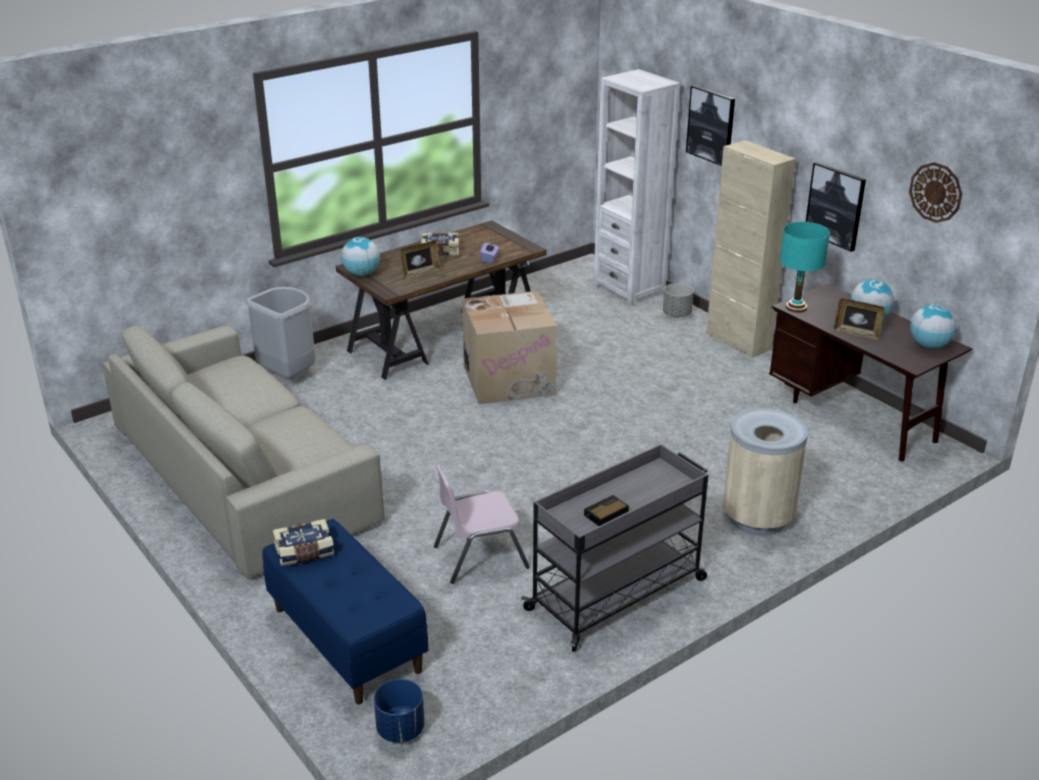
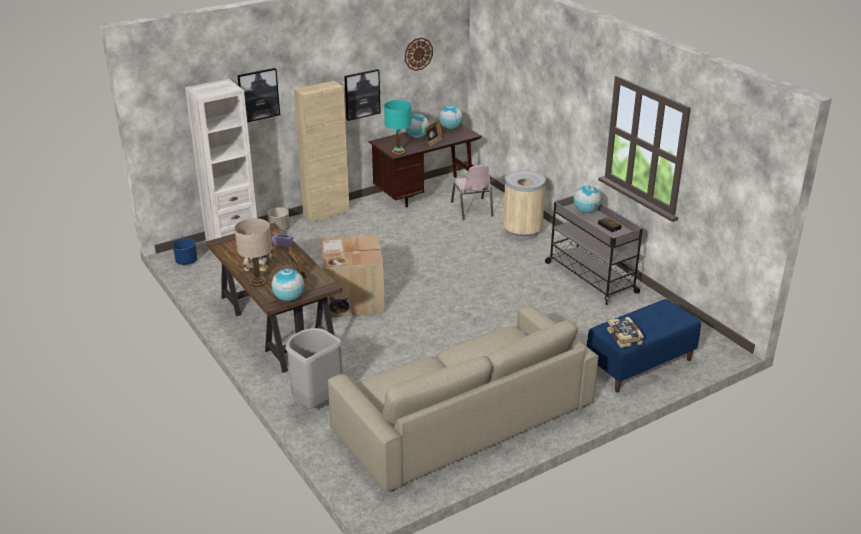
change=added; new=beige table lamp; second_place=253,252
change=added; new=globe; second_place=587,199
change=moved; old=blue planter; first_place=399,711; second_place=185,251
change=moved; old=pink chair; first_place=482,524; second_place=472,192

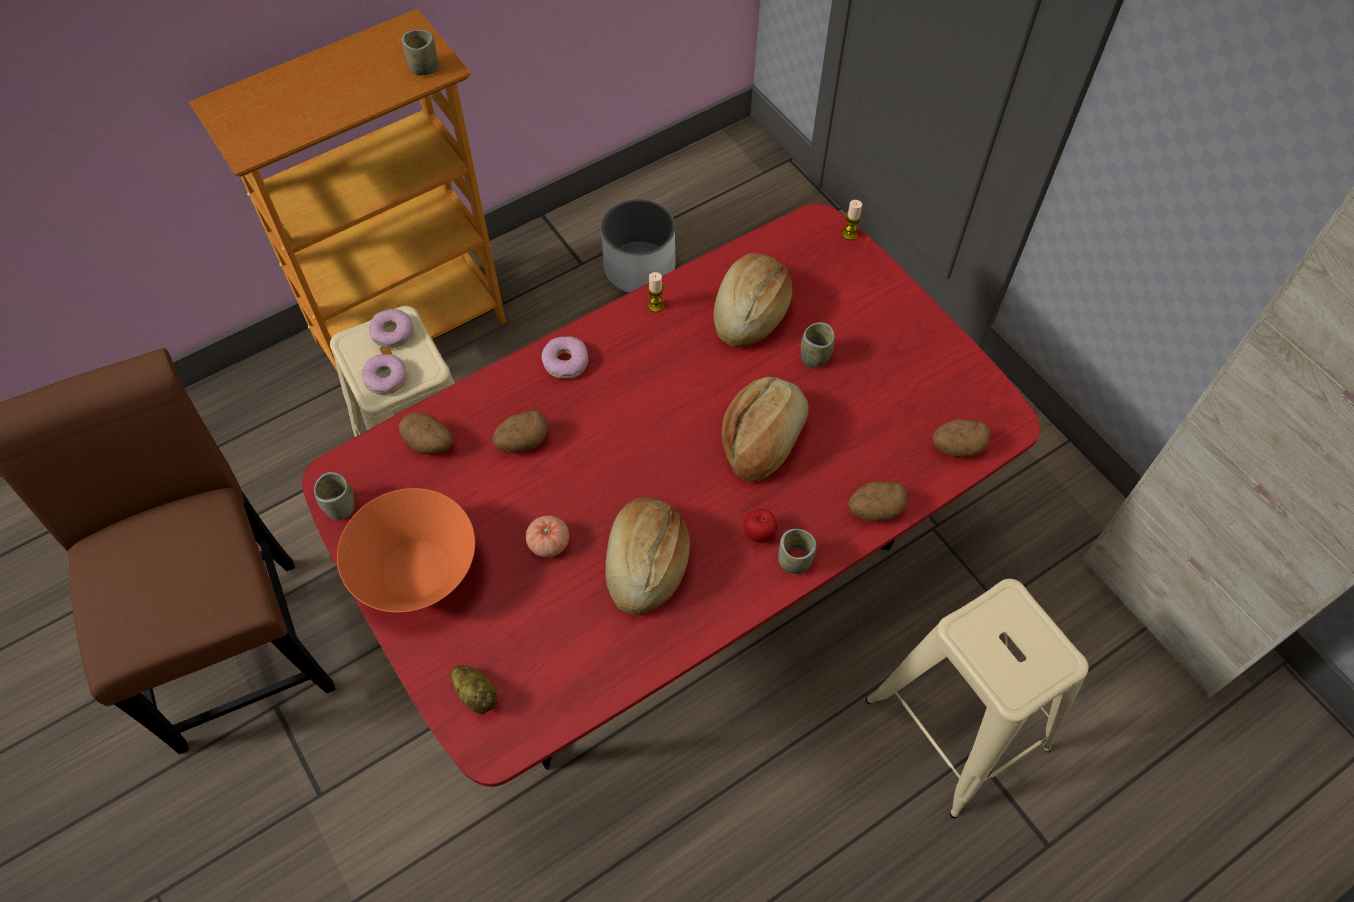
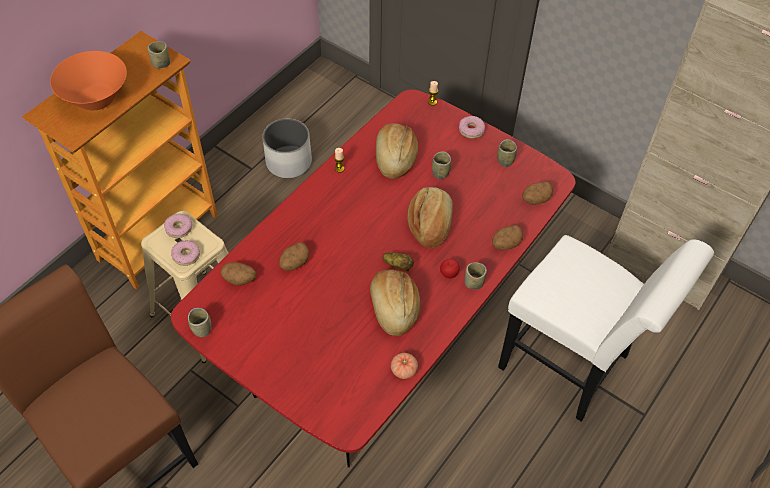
change=added; new=cup; second_place=507,153
change=moved; old=orange bowl; first_place=406,550; second_place=88,80
change=moved; old=potato; first_place=473,690; second_place=398,261
change=moved; old=tomato; first_place=547,536; second_place=404,366
change=moved; old=donut; first_place=564,357; second_place=472,127
change=replaced; old=beige stool; new=white chair; first_place=977,699; second_place=606,328

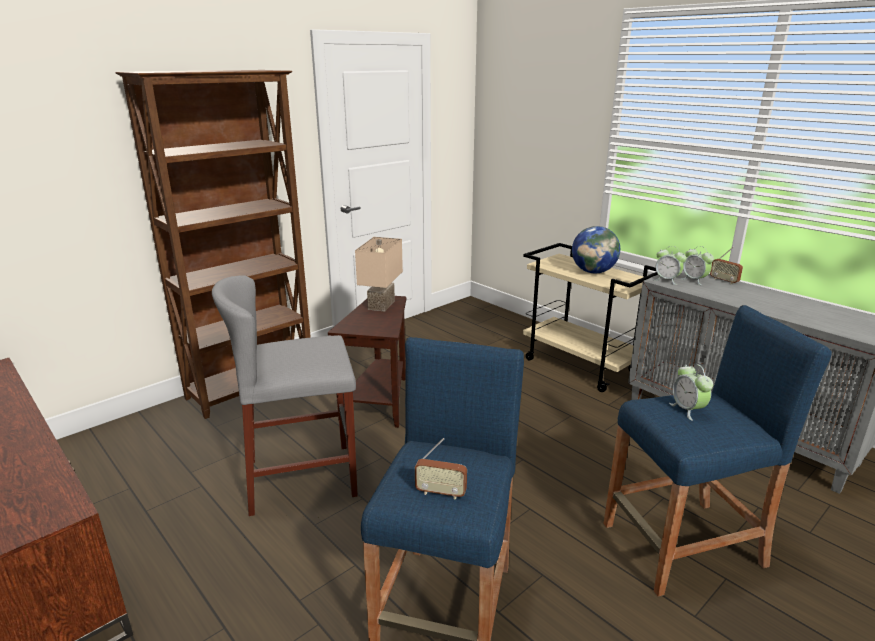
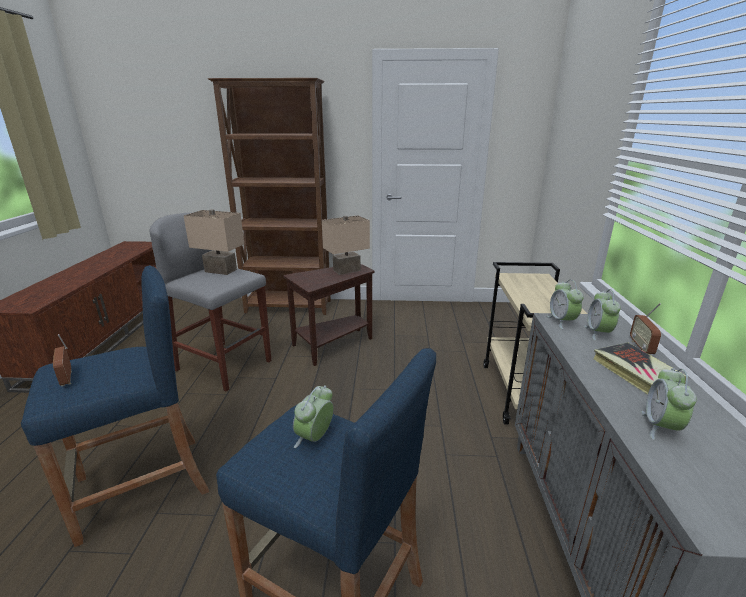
change=removed; old=globe; first_place=596,249
change=added; new=beige table lamp; second_place=214,242
change=added; new=book; second_place=640,368
change=added; new=alarm clock; second_place=669,404

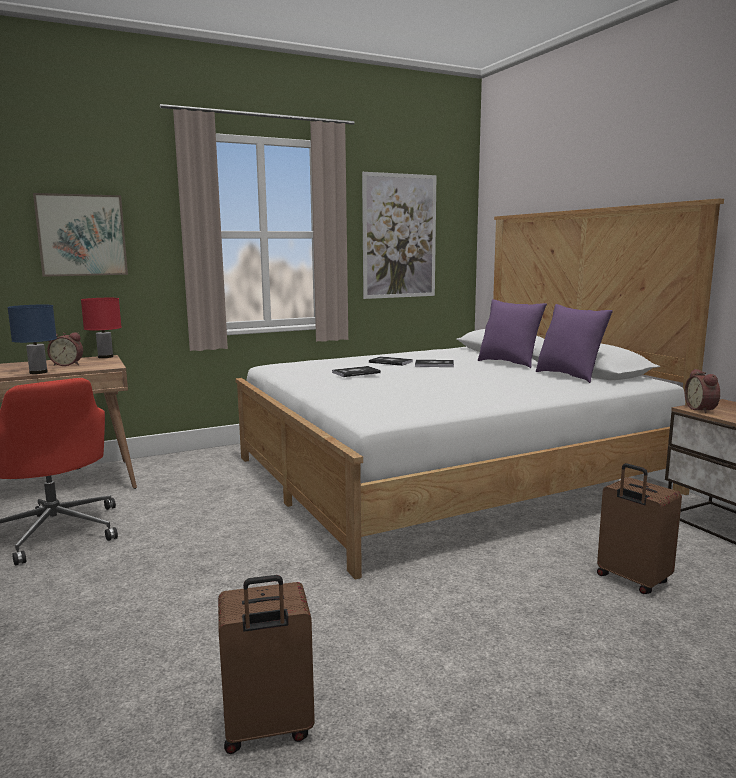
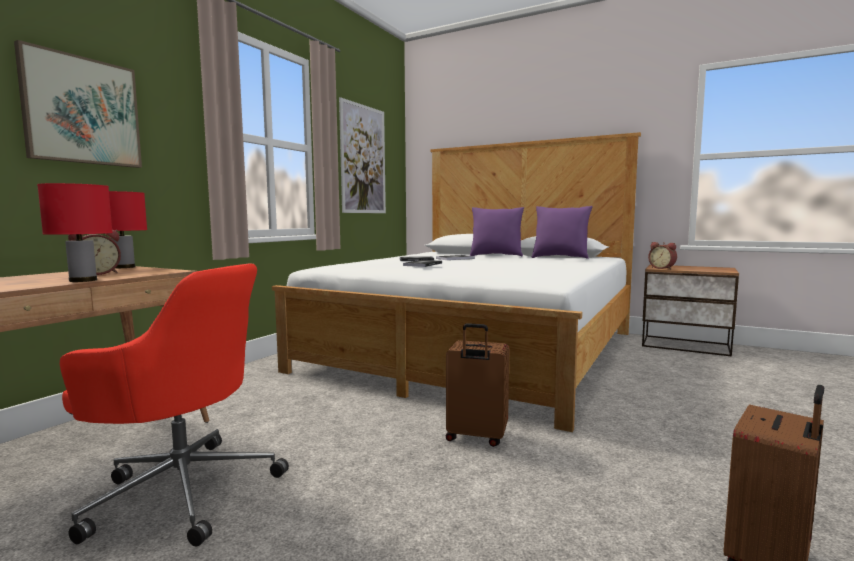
change=moved; old=brown suitcase; first_place=639,528; second_place=477,385
change=recoloured; old=blue table lamp; new=red table lamp; first_place=32,339; second_place=75,232

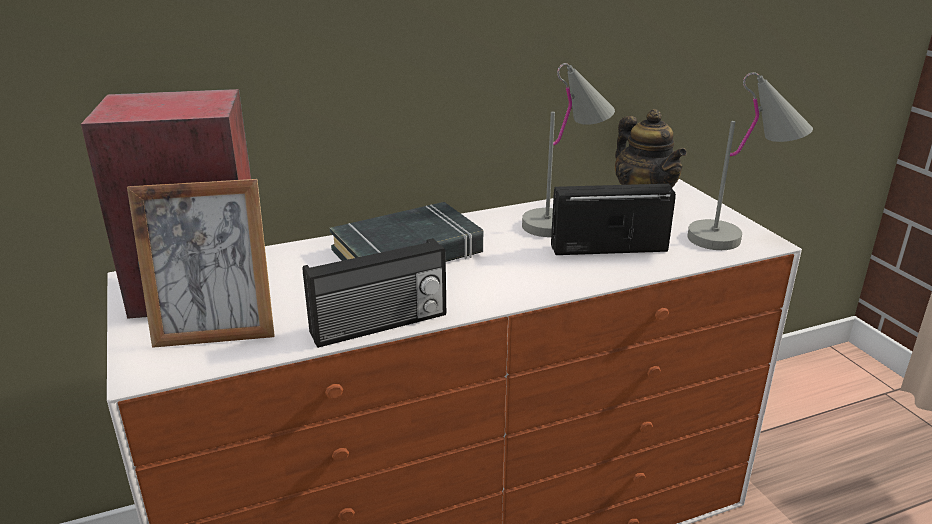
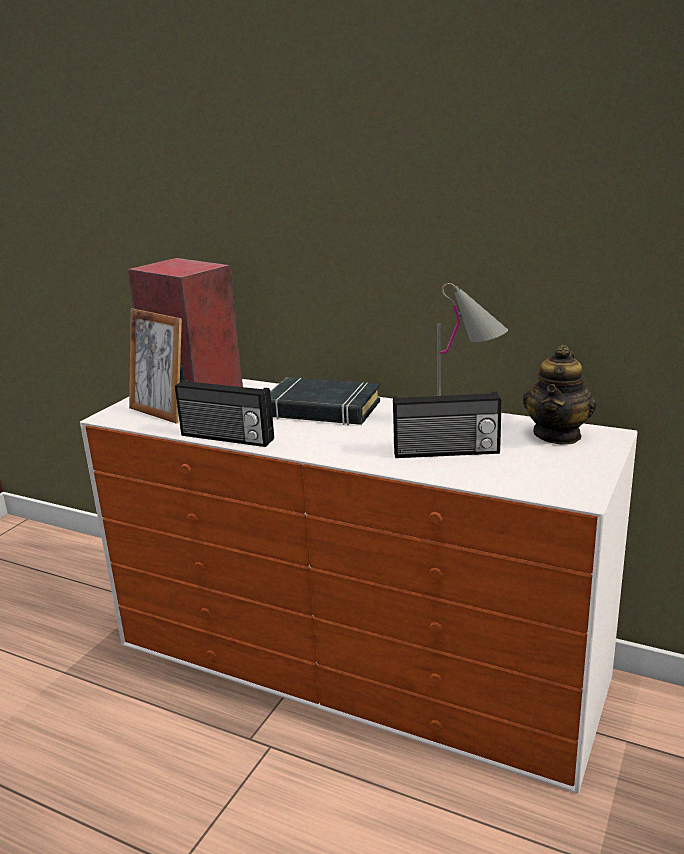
change=removed; old=grey table lamp; first_place=750,161
change=turned; old=radio; first_place=613,219; second_place=447,425; degrees=135

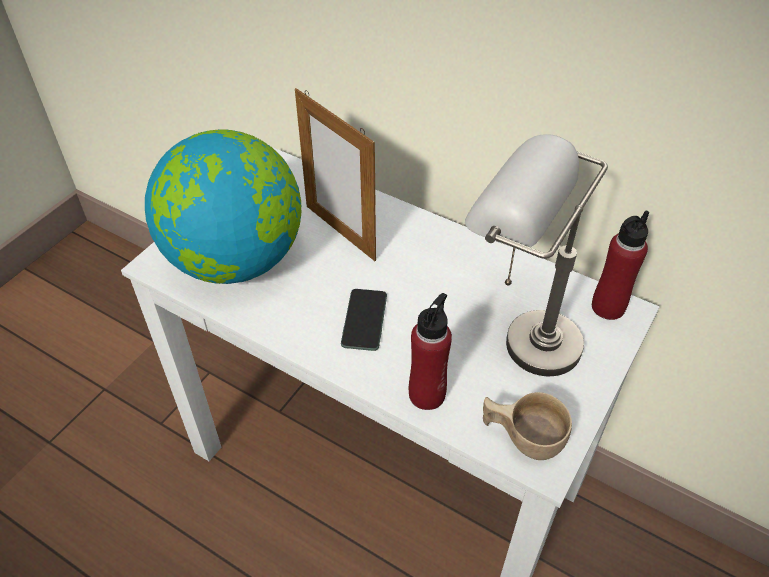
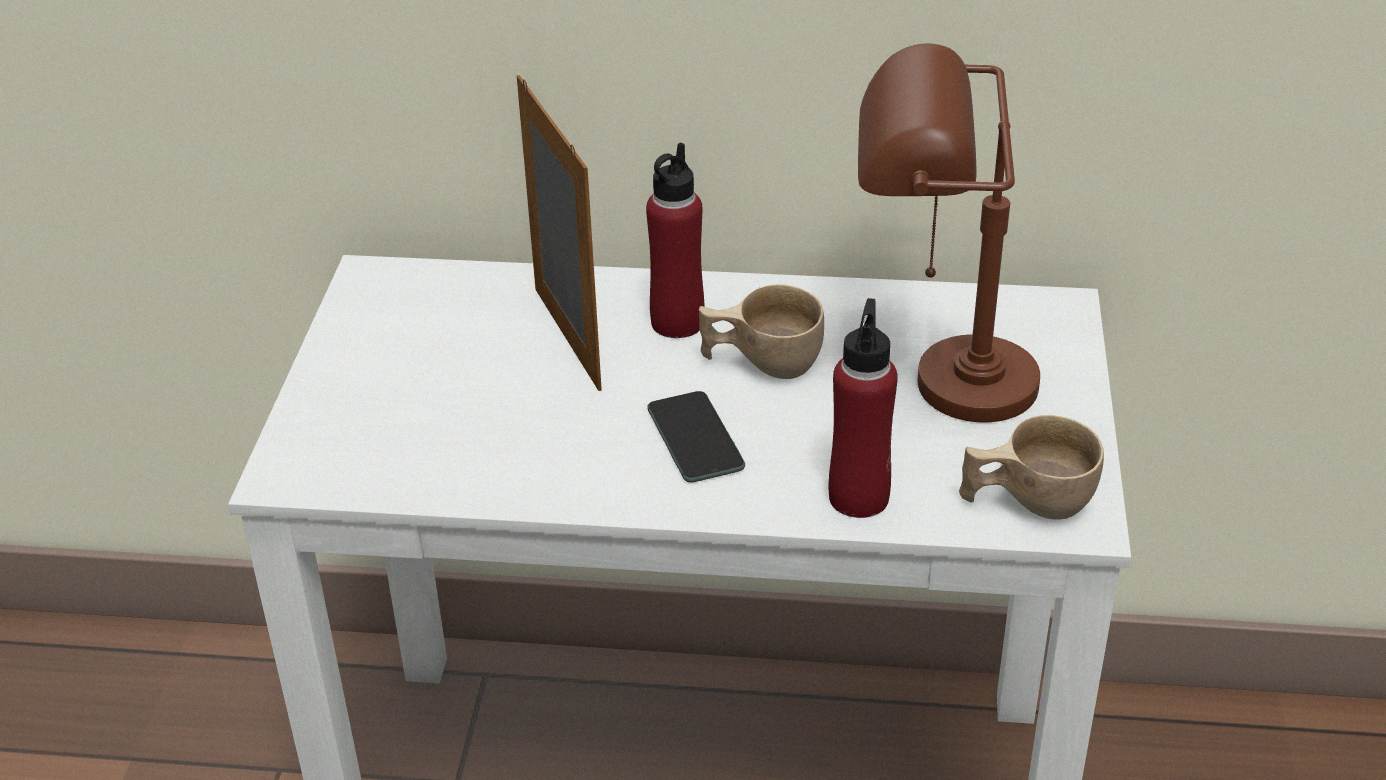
change=removed; old=globe; first_place=223,207
change=added; new=beige cup; second_place=761,331
change=moved; old=red bottle; first_place=620,265; second_place=675,240
change=recoloured; old=grey table lamp; new=brown table lamp; first_place=536,255; second_place=949,232
change=turned; old=picture frame; first_place=335,174; second_place=559,233; degrees=-135

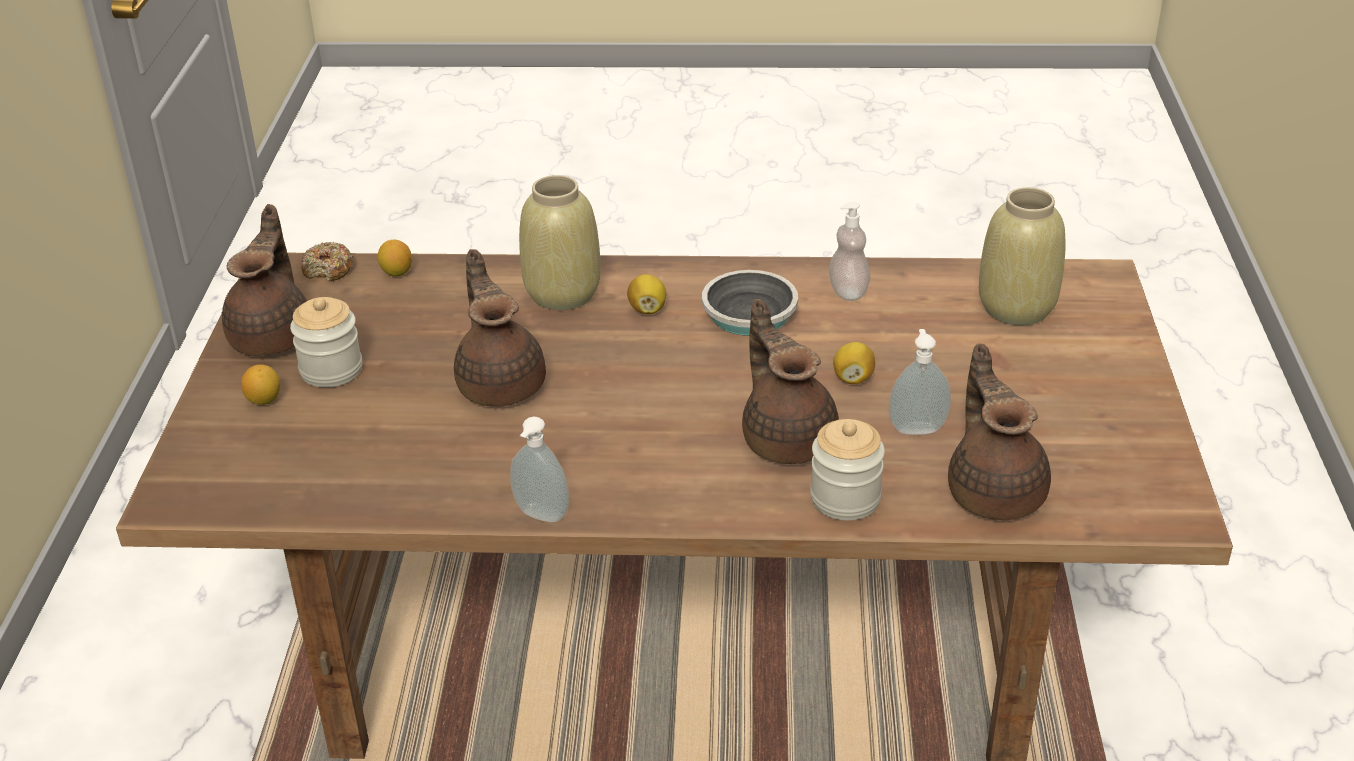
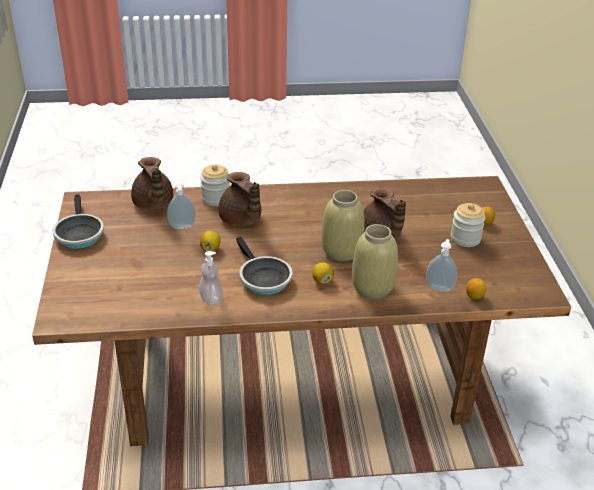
change=removed; old=brown teapot; first_place=264,280
change=removed; old=donut; first_place=327,262
change=added; new=frying pan; second_place=78,221
change=moved; old=soap dispenser; first_place=539,470; second_place=441,265
change=moved; old=beige vase; first_place=1022,256; second_place=343,225

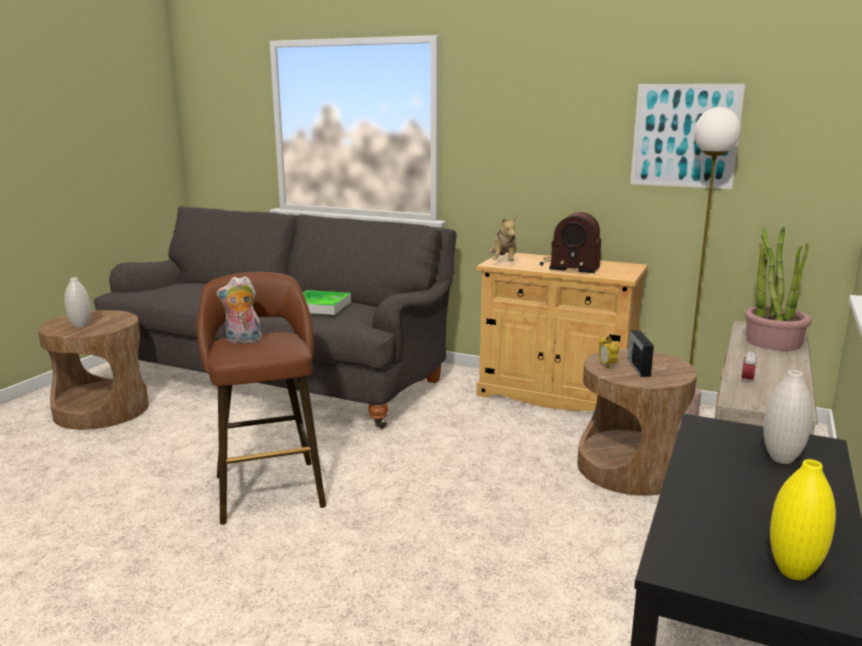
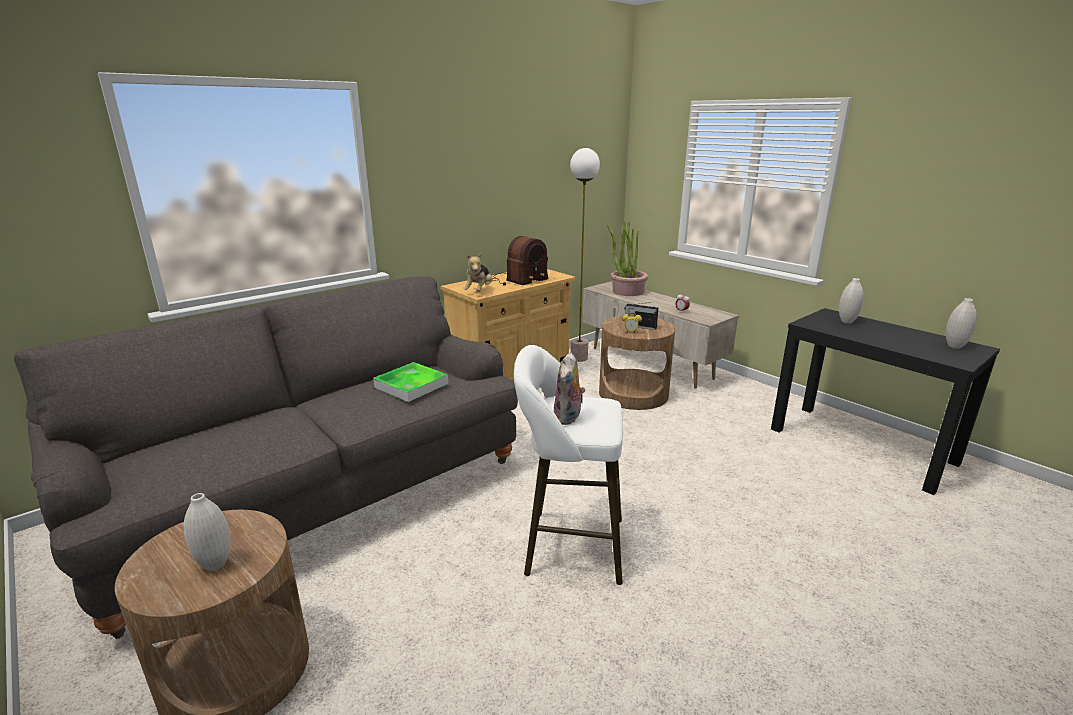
change=removed; old=picture; first_place=687,136
change=recoloured; old=brown stool; new=white stool; first_place=261,398; second_place=568,465
change=recoloured; old=yellow vase; new=white vase; first_place=803,519; second_place=961,323
change=turned; old=plush toy; first_place=502,239; second_place=478,272; degrees=75

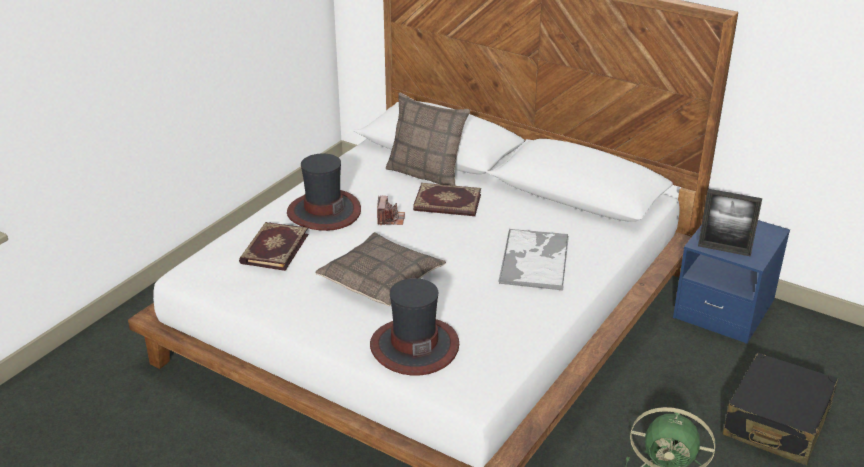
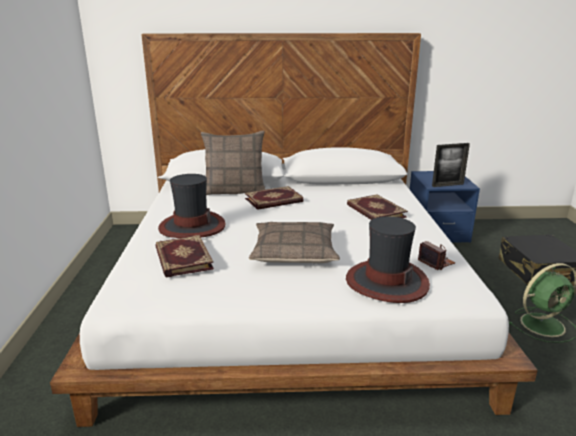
change=moved; old=photo camera; first_place=391,210; second_place=436,255
change=replaced; old=tray; new=book; first_place=533,259; second_place=377,207

